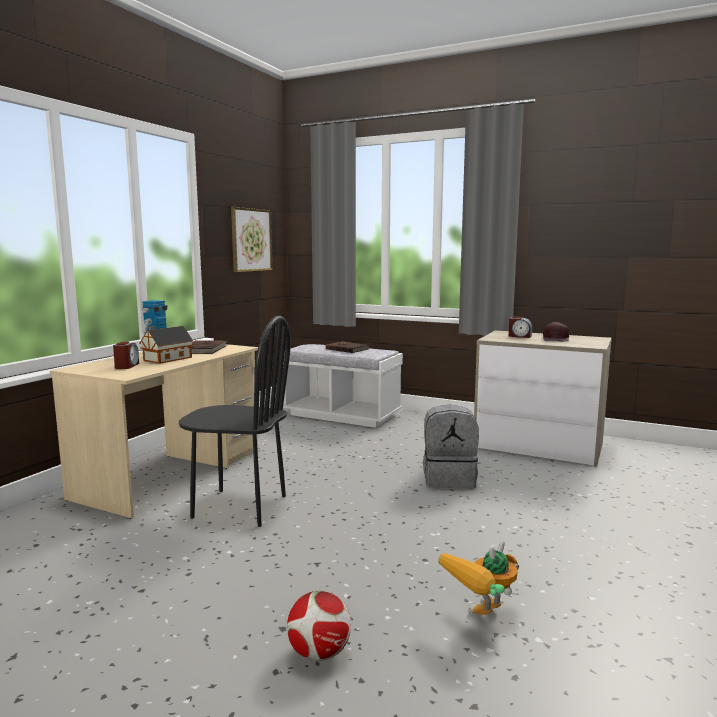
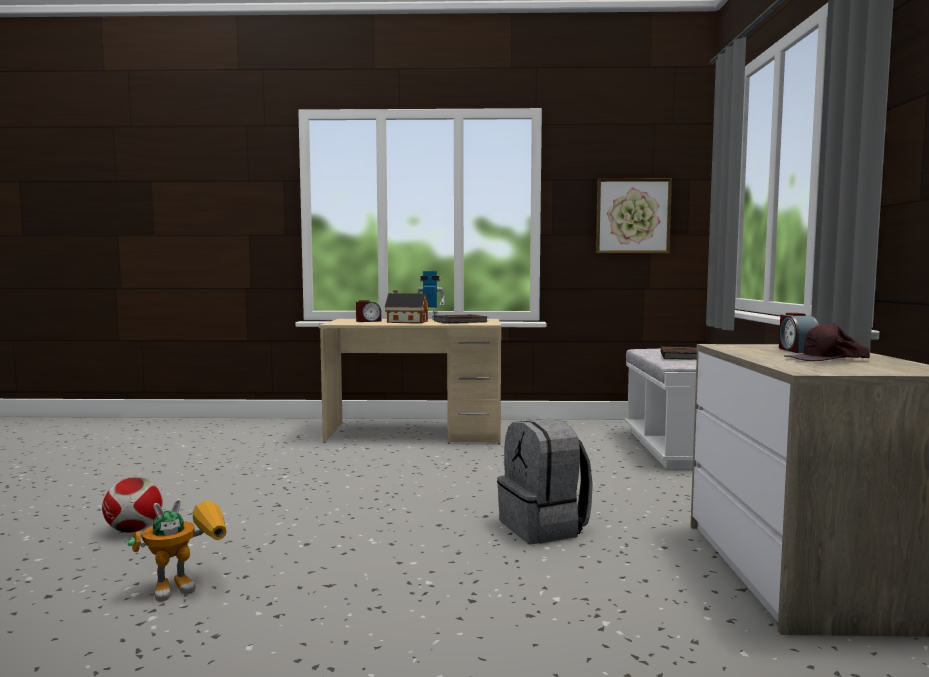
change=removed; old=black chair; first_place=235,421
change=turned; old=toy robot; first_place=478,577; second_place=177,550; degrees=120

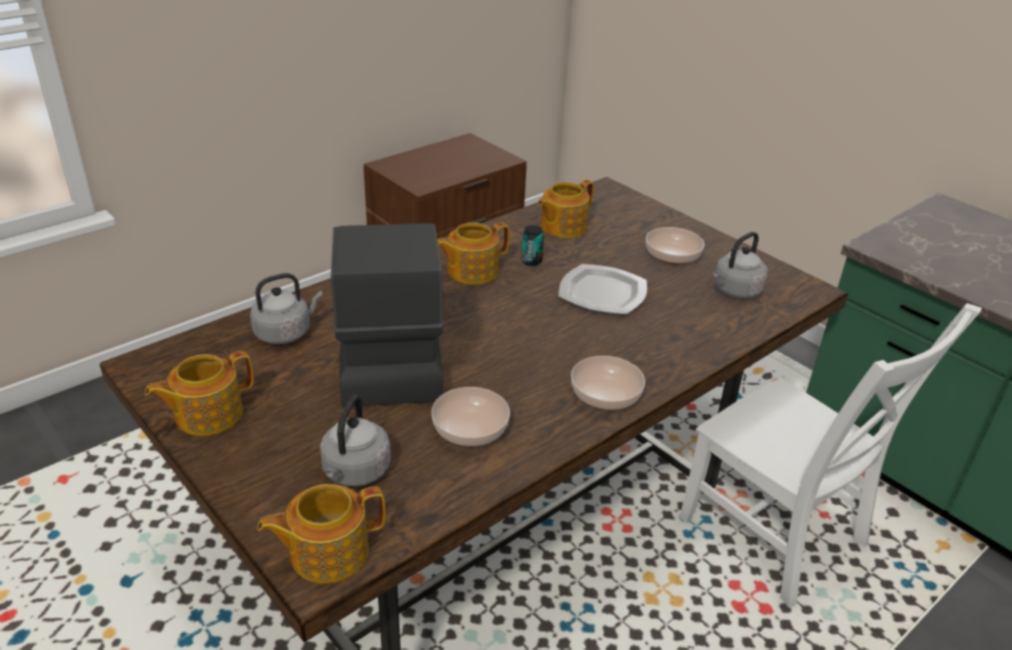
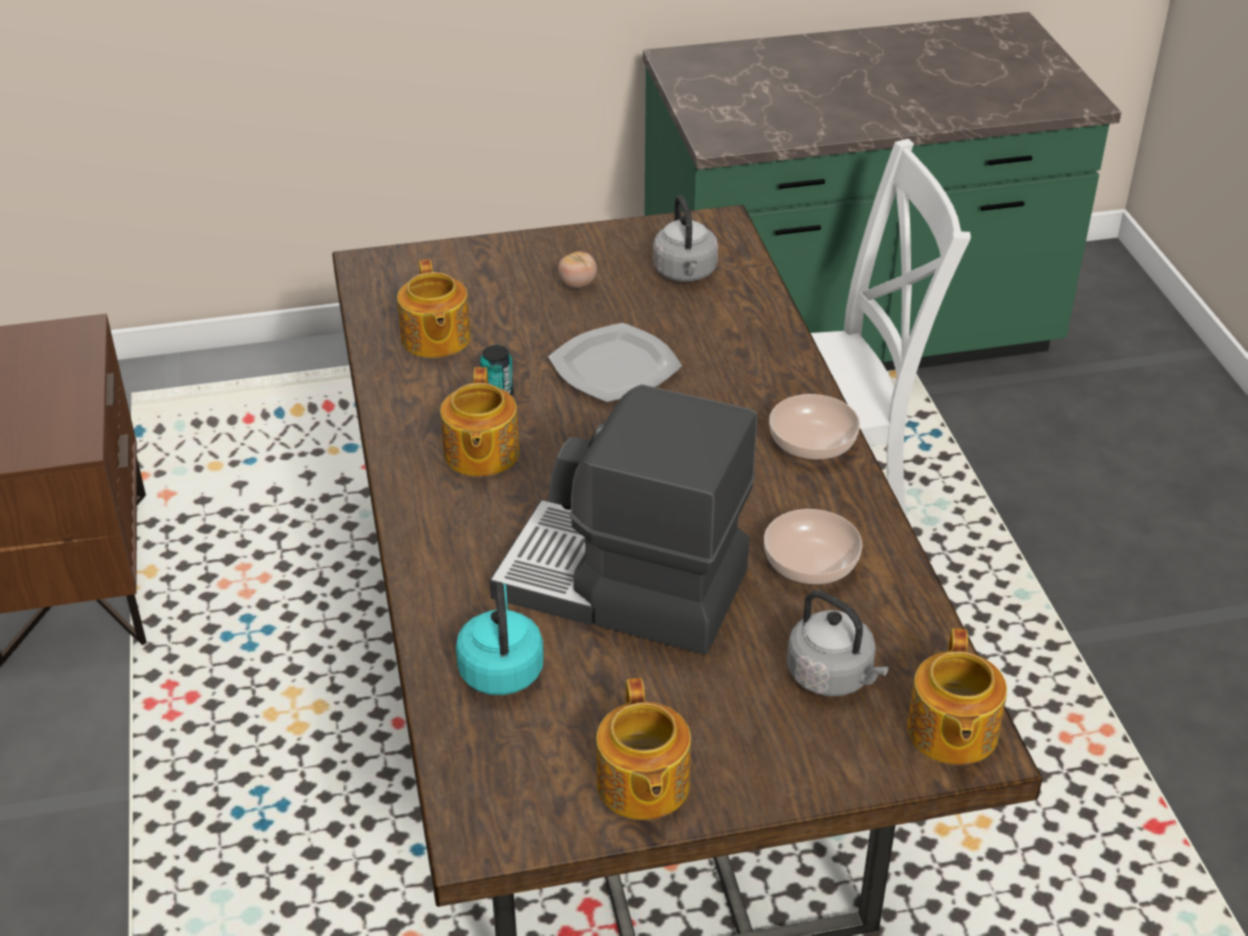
change=replaced; old=bowl; new=tomato; first_place=675,246; second_place=577,269
change=recoloured; old=grey kettle; new=turquoise kettle; first_place=286,308; second_place=500,638

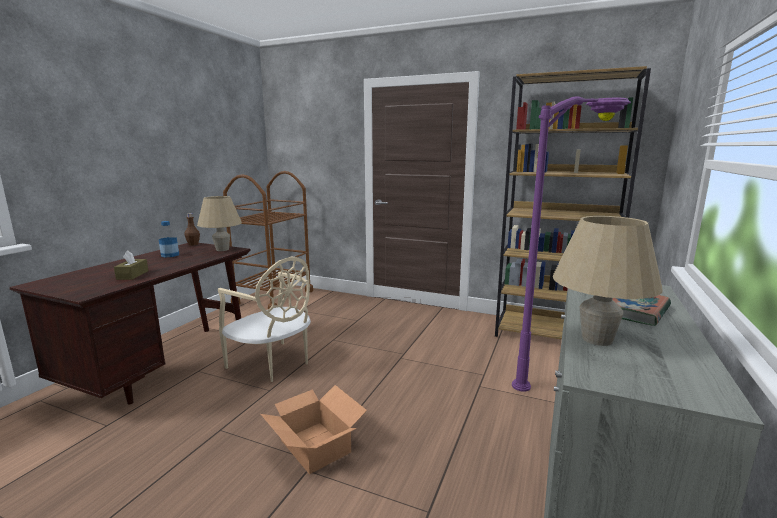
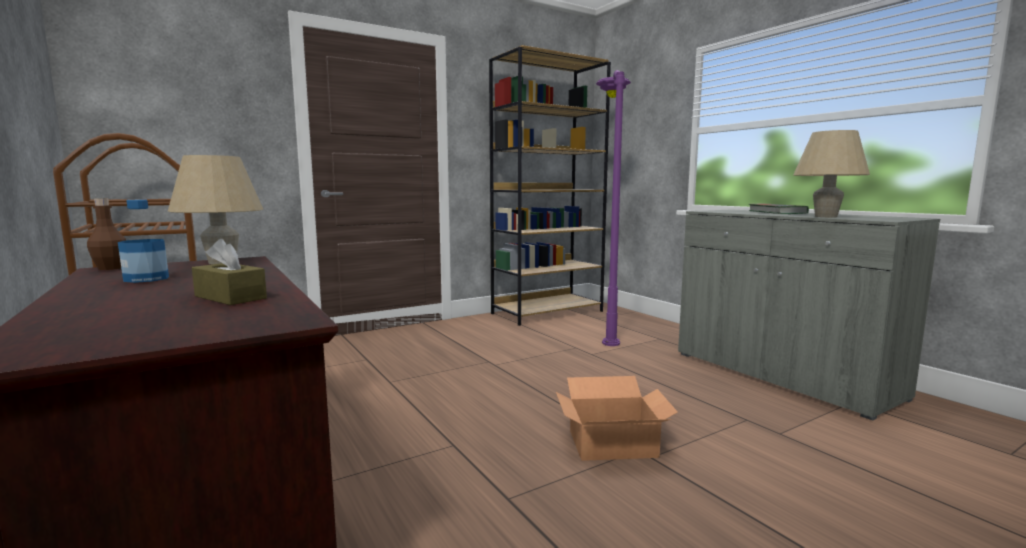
change=removed; old=beige chair; first_place=264,319

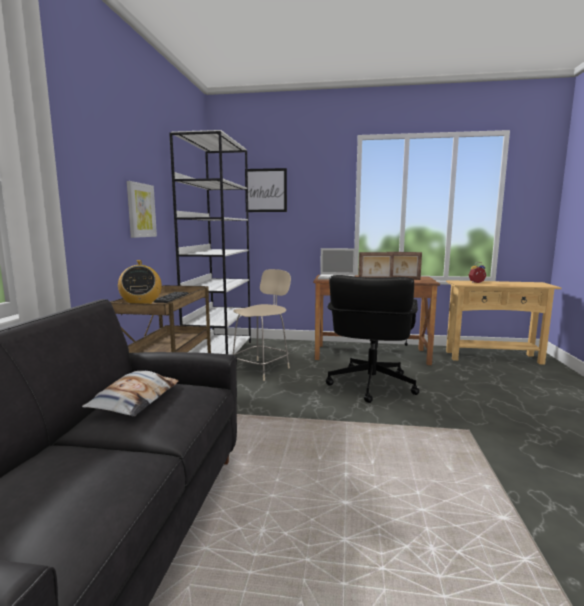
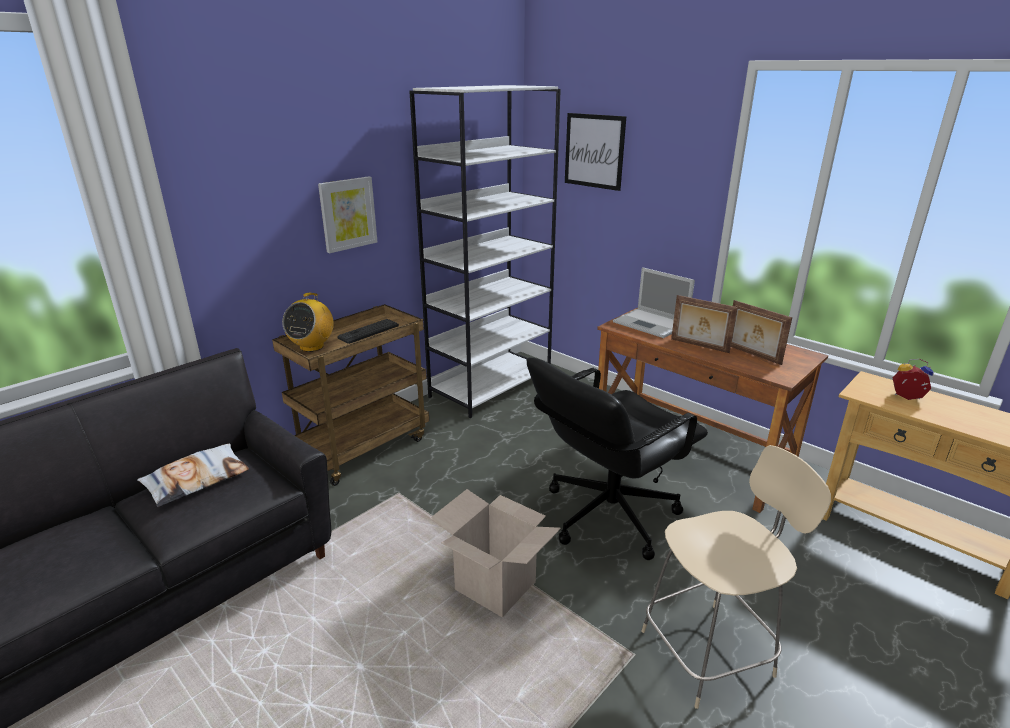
change=added; new=cardboard box; second_place=495,553
change=moved; old=beige chair; first_place=262,325; second_place=736,577

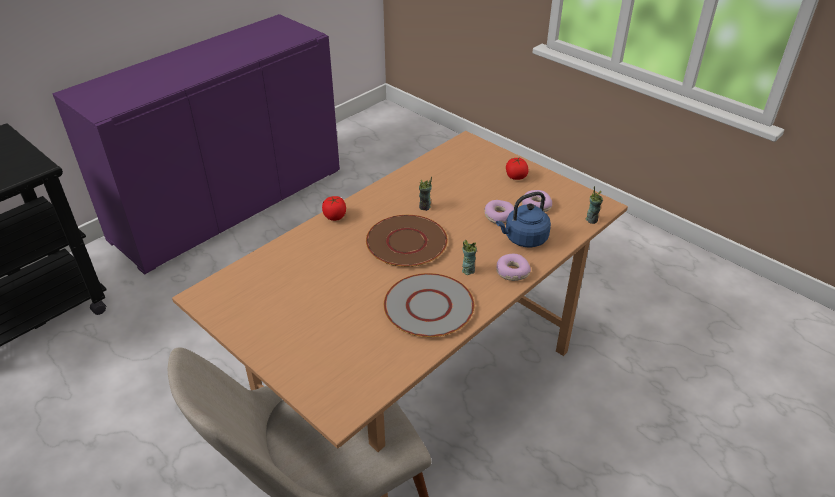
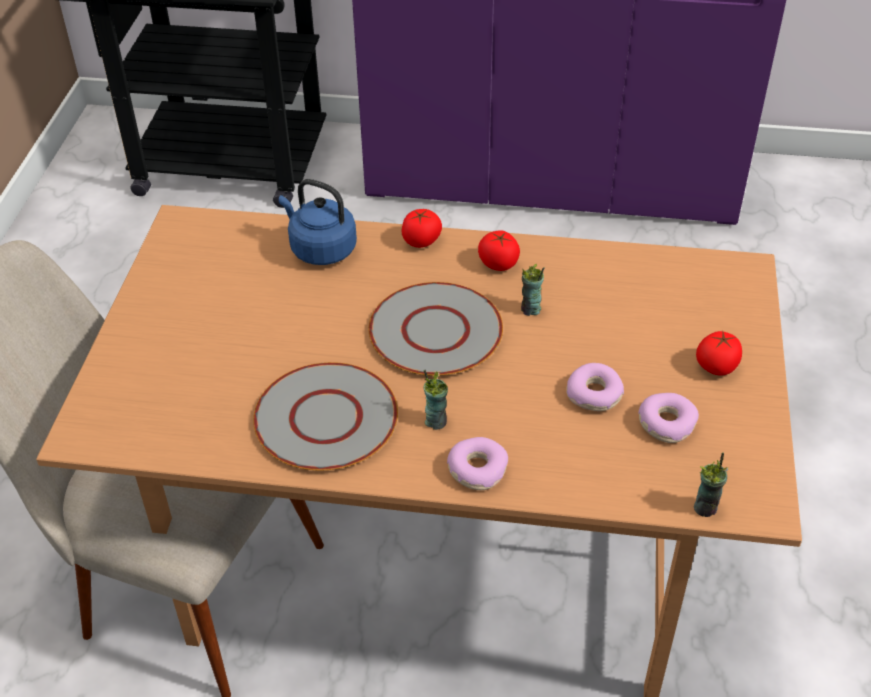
change=added; new=tomato; second_place=499,250
change=moved; old=blue kettle; first_place=523,219; second_place=318,222
change=recoloured; old=brown plate; new=grey plate; first_place=407,241; second_place=436,329

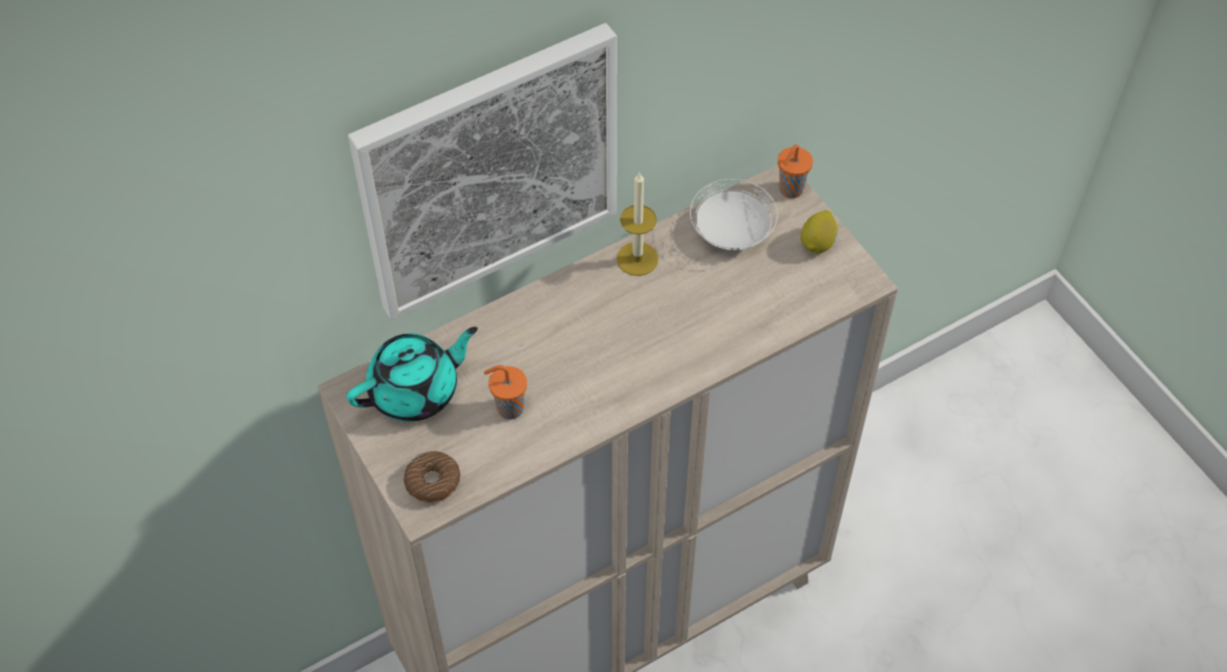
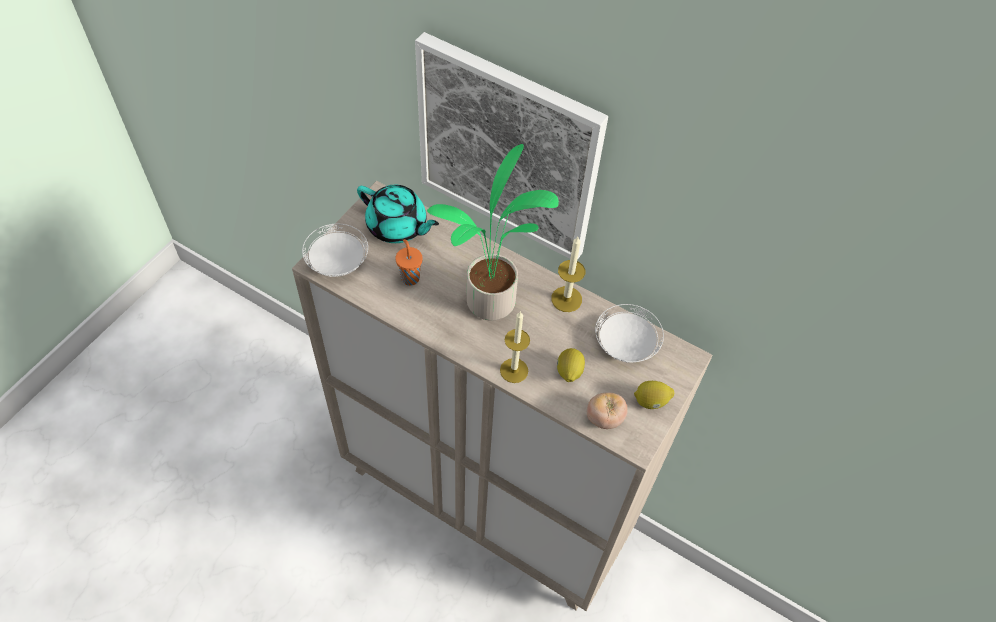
change=removed; old=orange cup; first_place=795,171
change=added; new=potted plant; second_place=493,232
change=added; new=candle; second_place=515,347
change=added; new=lemon; second_place=571,365
change=added; new=tomato; second_place=607,410
change=replaced; old=donut; new=white plate; first_place=431,477; second_place=335,250

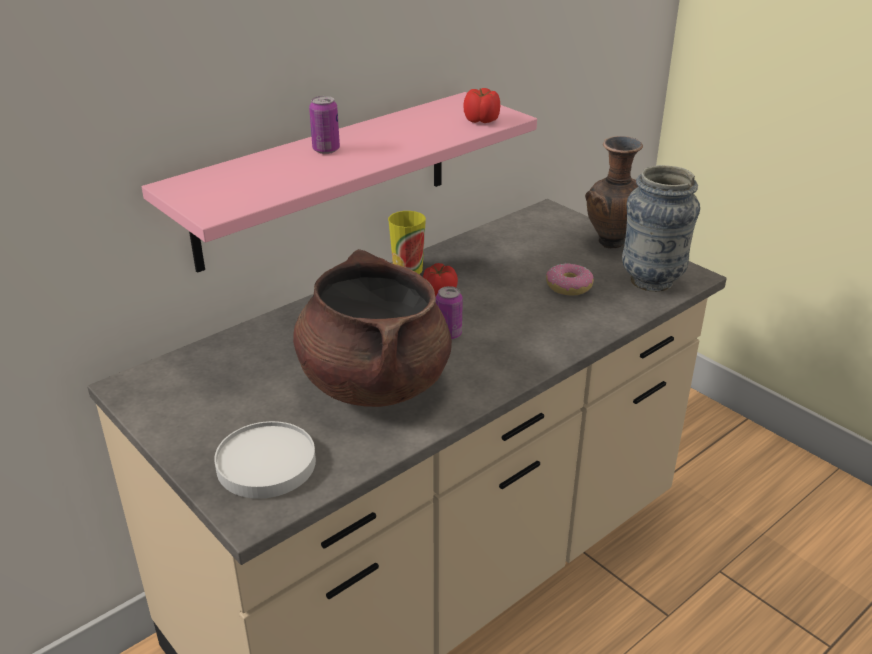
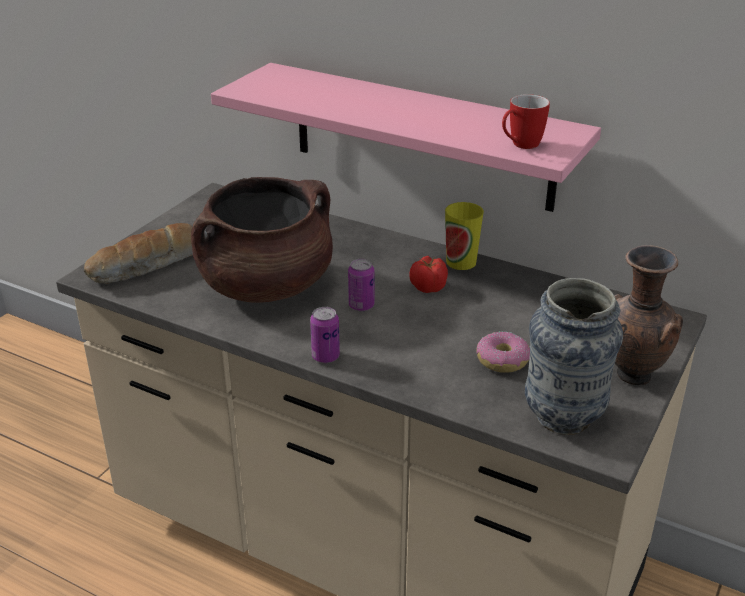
change=moved; old=can; first_place=324,125; second_place=325,335
change=replaced; old=white plate; new=bread; first_place=265,460; second_place=138,253
change=replaced; old=tomato; new=mug; first_place=481,105; second_place=526,121

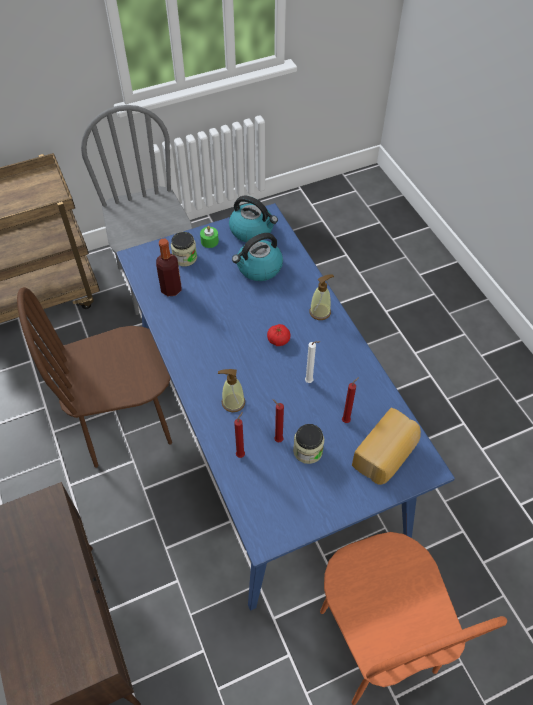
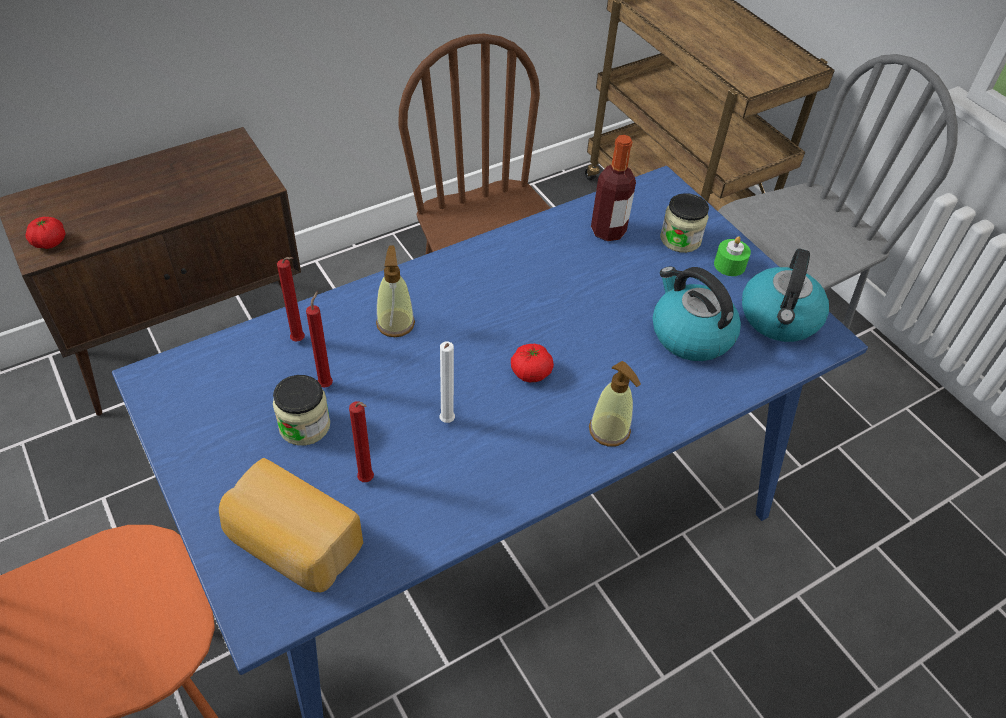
change=added; new=tomato; second_place=45,233

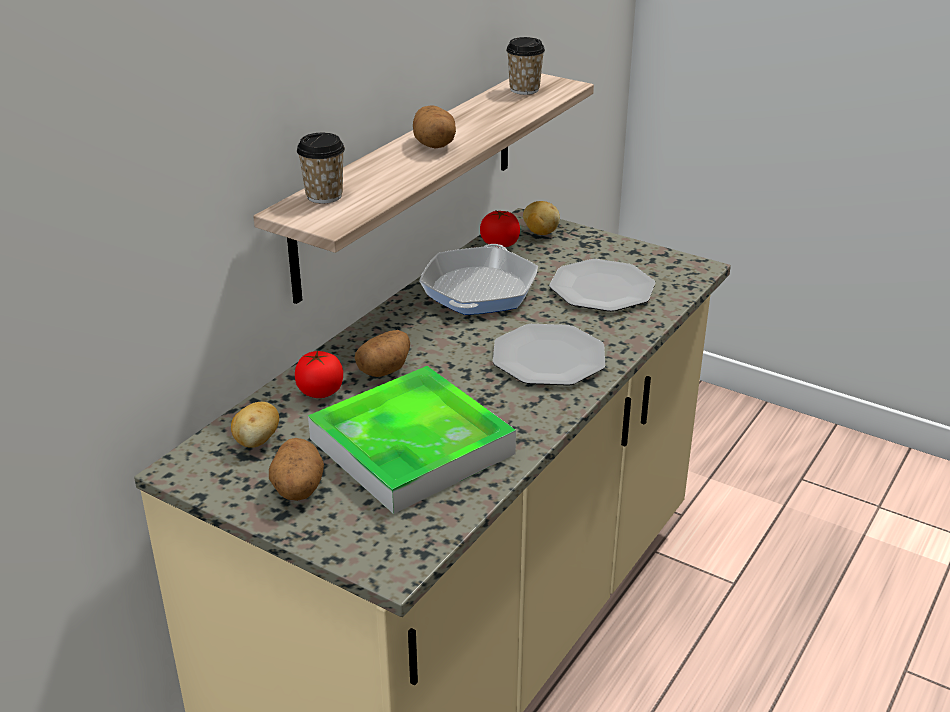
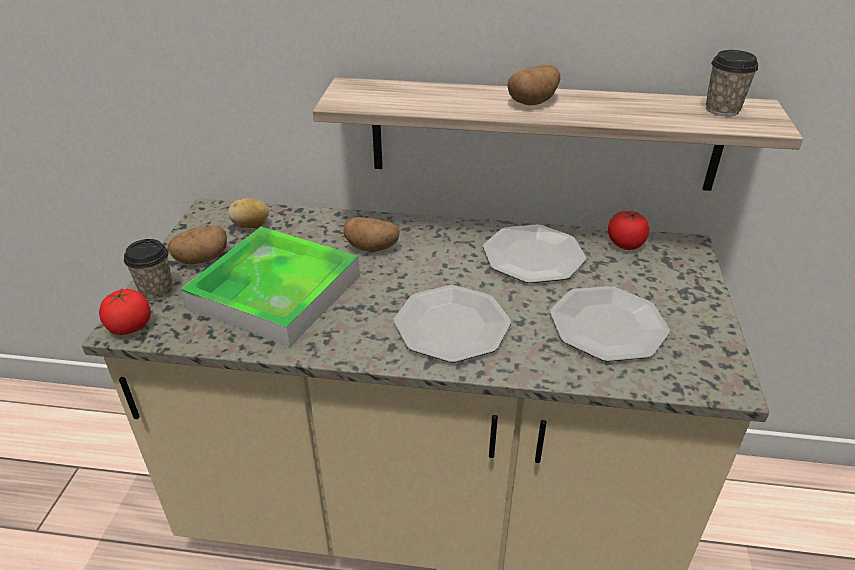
change=removed; old=potato; first_place=541,218
change=moved; old=tomato; first_place=319,374; second_place=125,312
change=moved; old=cup; first_place=321,168; second_place=148,270
change=replaced; old=frying pan; new=plate; first_place=478,279; second_place=534,254

